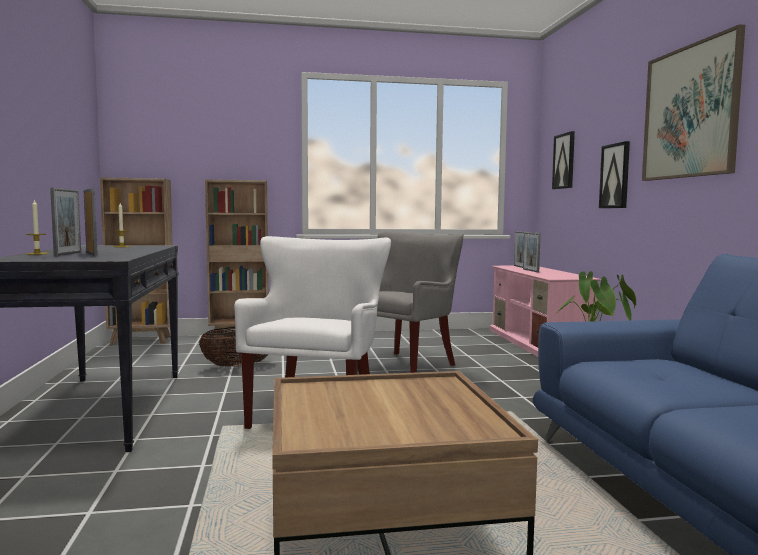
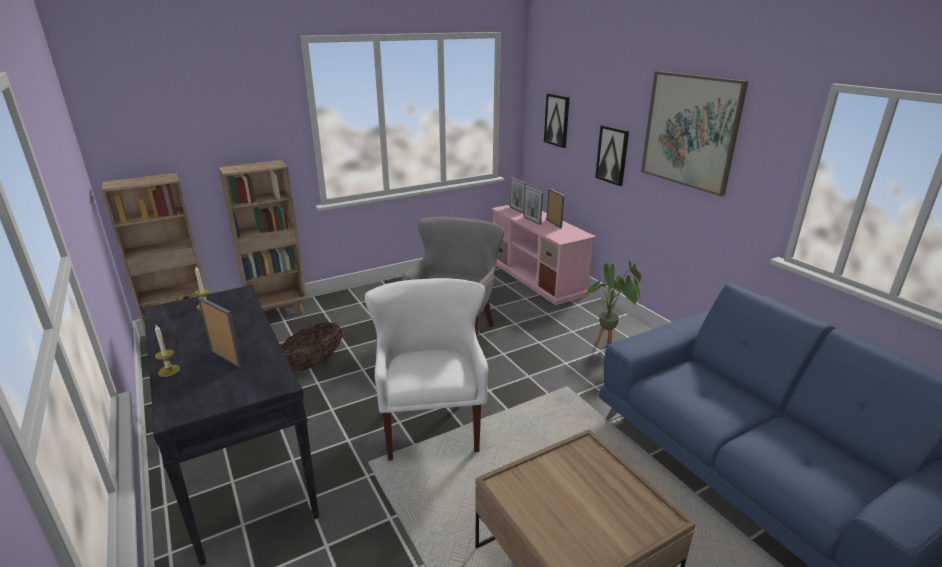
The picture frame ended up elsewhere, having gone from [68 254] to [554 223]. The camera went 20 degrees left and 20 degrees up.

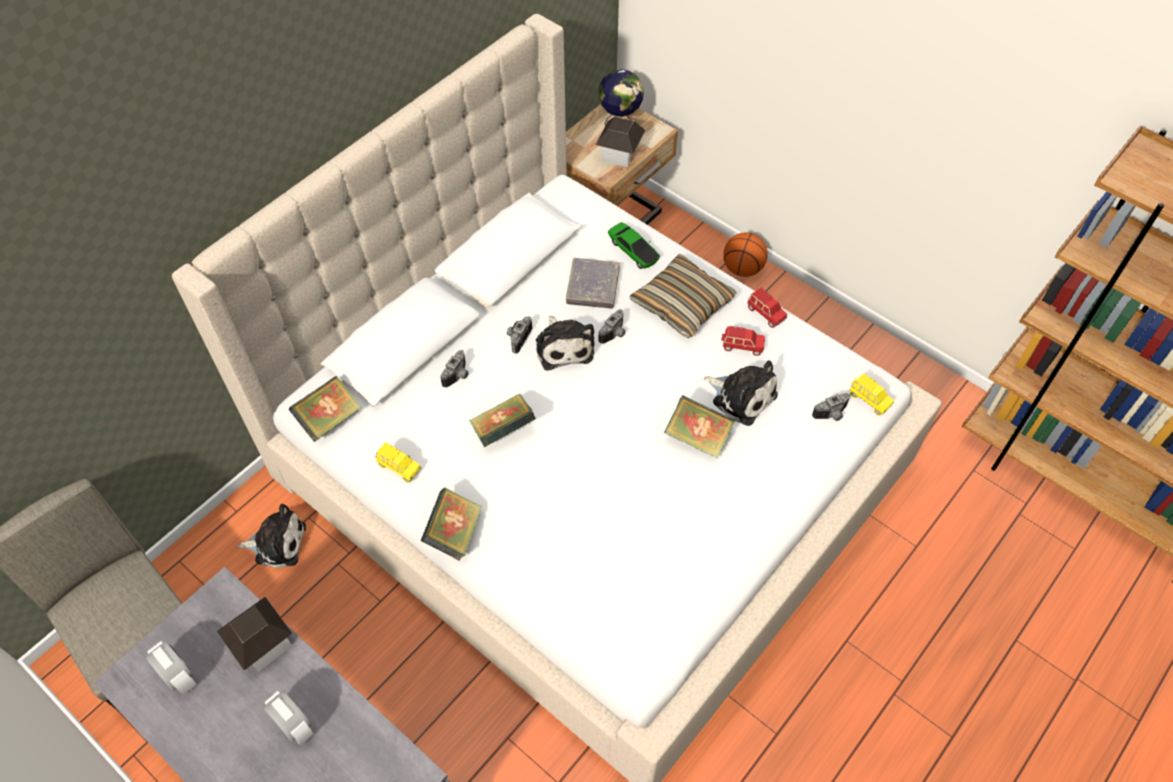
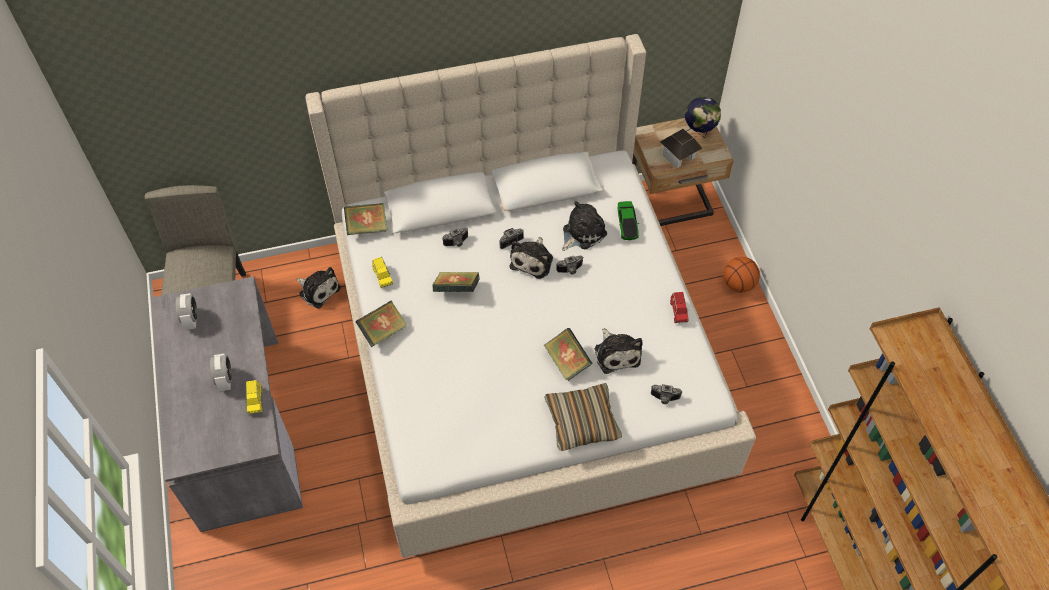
The second view lost the toy house at [262 644]. Where the grey book stood at [592 286], the plush toy came to stand at [582 233]. The pillow ended up elsewhere, having gone from [682 304] to [582 421]. The second view lost the red toy car at [741 346]. The yellow toy car ended up elsewhere, having gone from [869 399] to [255 400]. The camera went 35 degrees right and 0 degrees up.

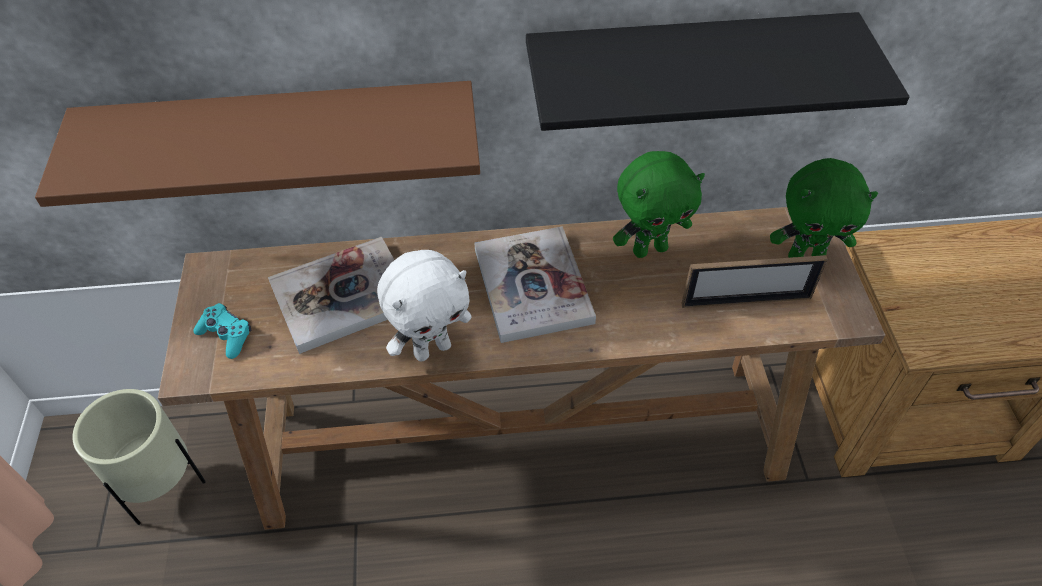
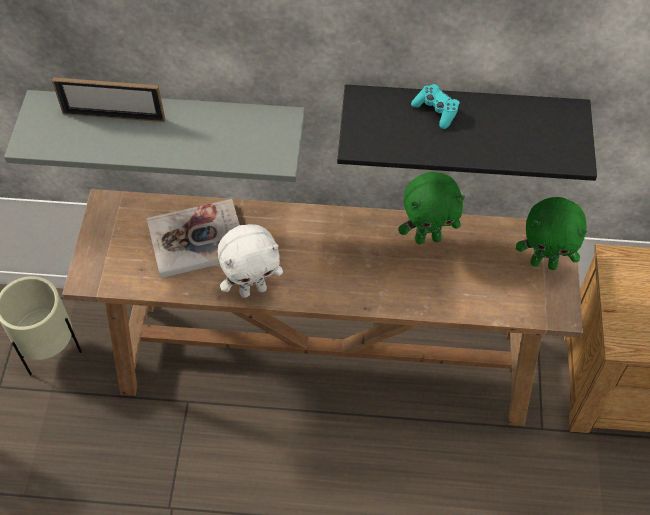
What was the brown shelf at [283 135] turned into the grey shelf at [170 123]. The turquoise game controller ended up elsewhere, having gone from [226 335] to [436 111]. The second view lost the book at [533 286]. The picture frame ended up elsewhere, having gone from [746 301] to [114 116]. The camera went 10 degrees right and 5 degrees up.

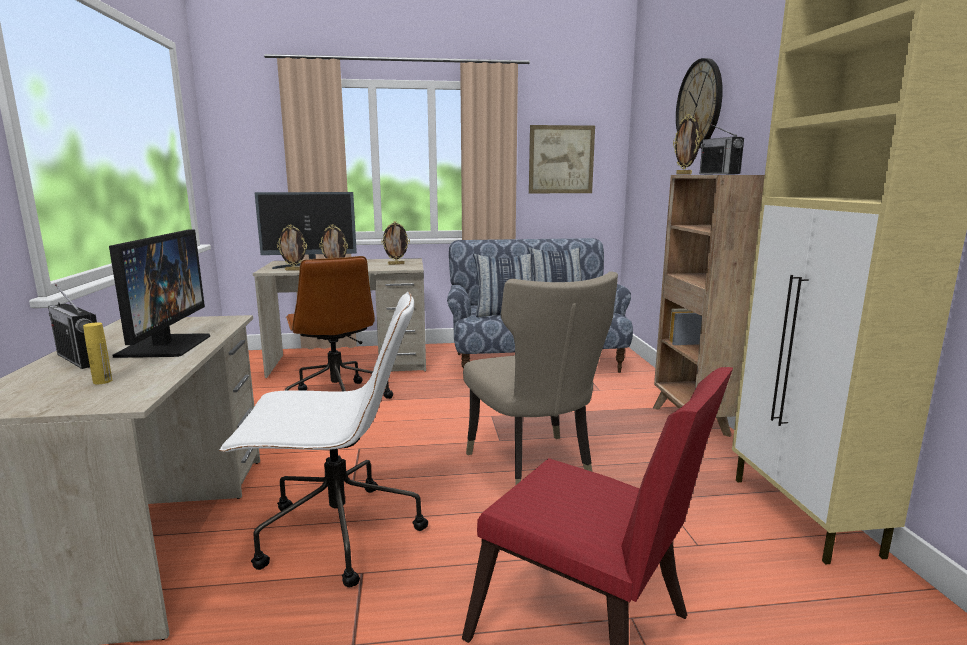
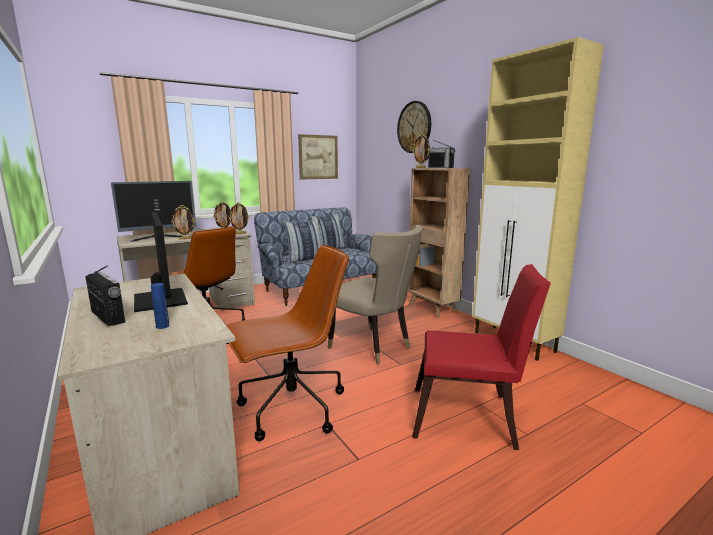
The radio at [80 359] ended up facing another way, 150 degrees counterclockwise from before. What was the yellow bottle at [102 381] turned into the blue bottle at [162 326]. What was the white office chair at [336 534] turned into the brown office chair at [290 409]. The picture frame ended up elsewhere, having gone from [294 270] to [240 233]. The camera went 25 degrees left and 0 degrees up.

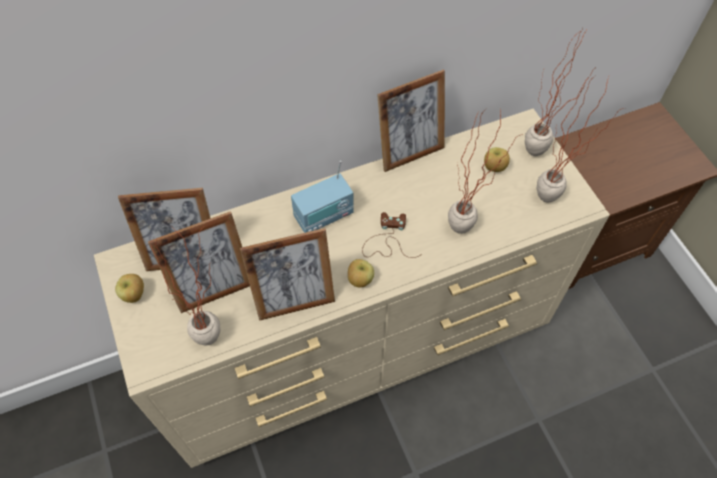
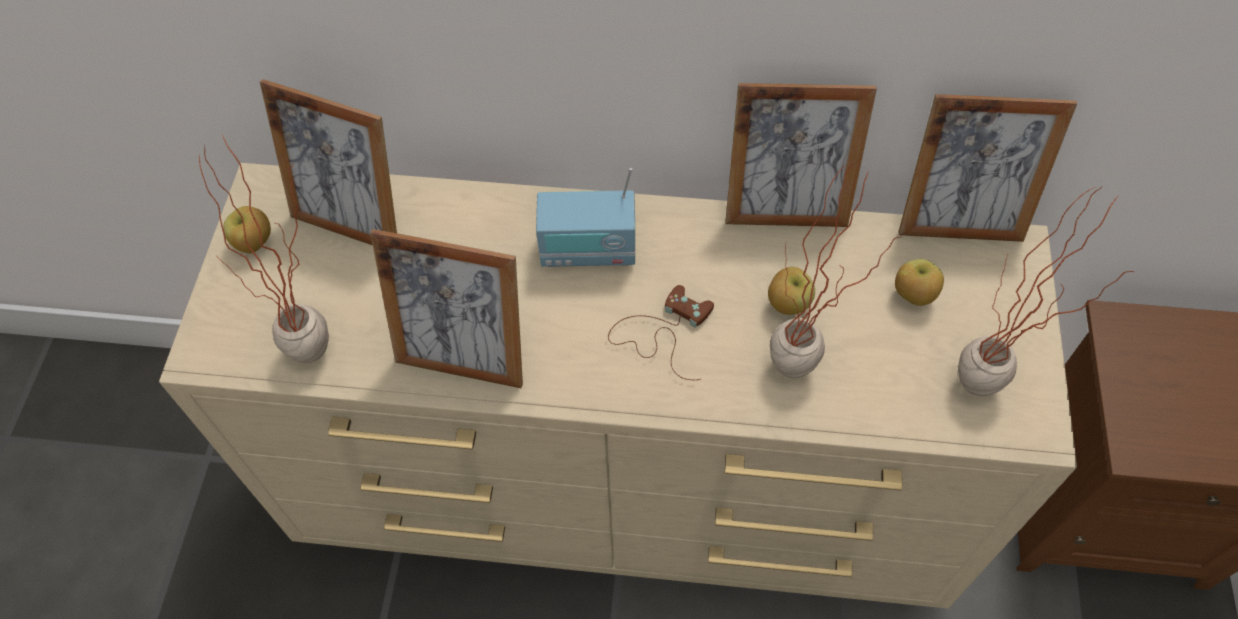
The picture frame ended up elsewhere, having gone from [214 289] to [959 223]. The apple ended up elsewhere, having gone from [360 280] to [787 304]. The second view lost the potted plant at [536 158]. The camera went 30 degrees right and 0 degrees up.

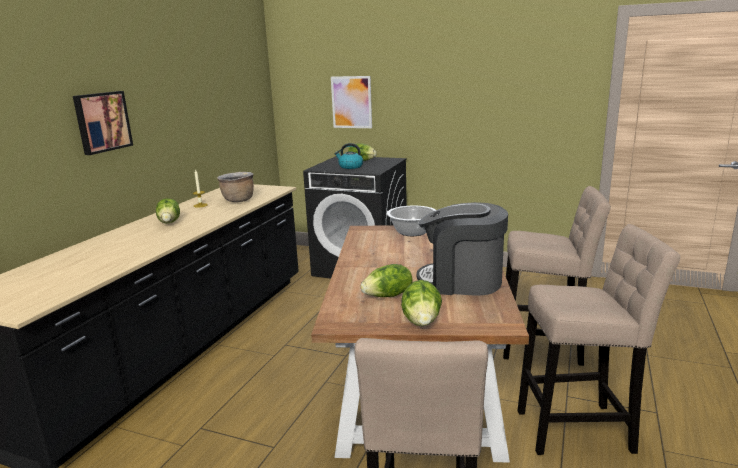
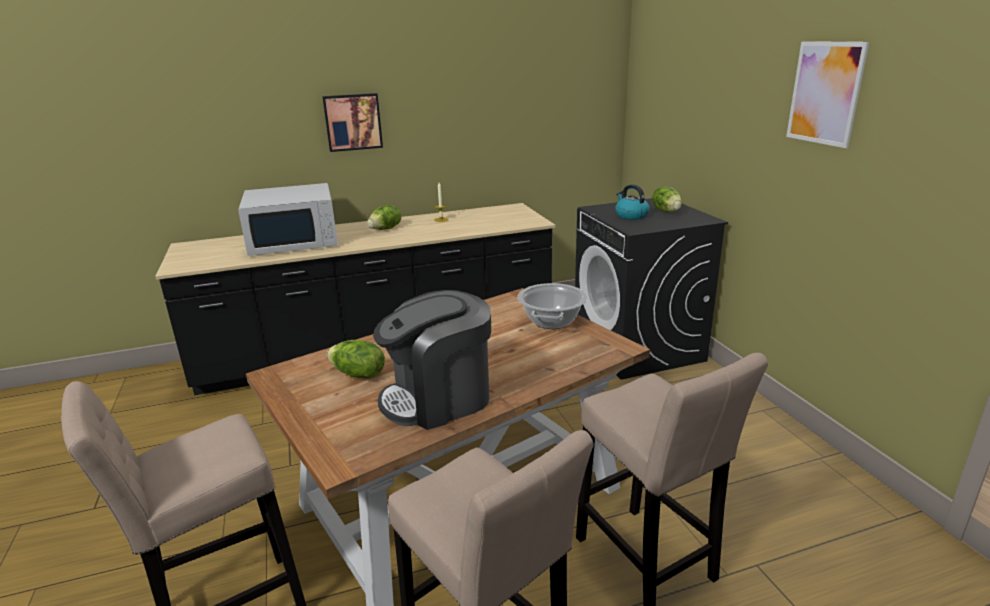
The second view lost the brown cooking pot at [238 200]. The picture ended up elsewhere, having gone from [351 102] to [825 93]. The second view lost the lettuce at [421 322]. The coffee machine at [461 281] ended up facing another way, 90 degrees counterclockwise from before. The second view gained the white microwave at [295 241]. The camera went 50 degrees right and 5 degrees up.

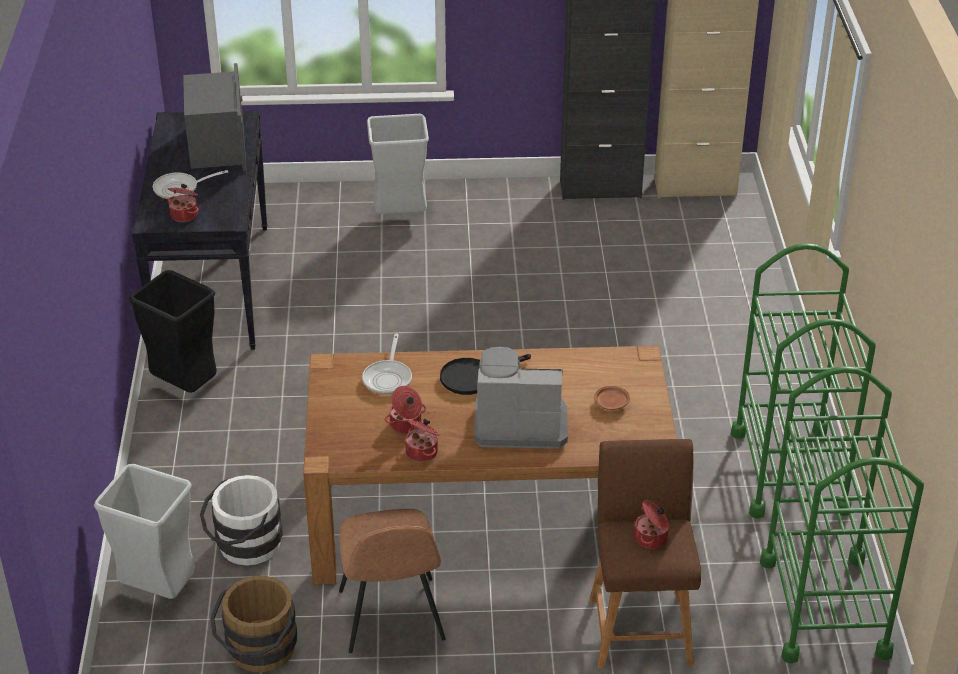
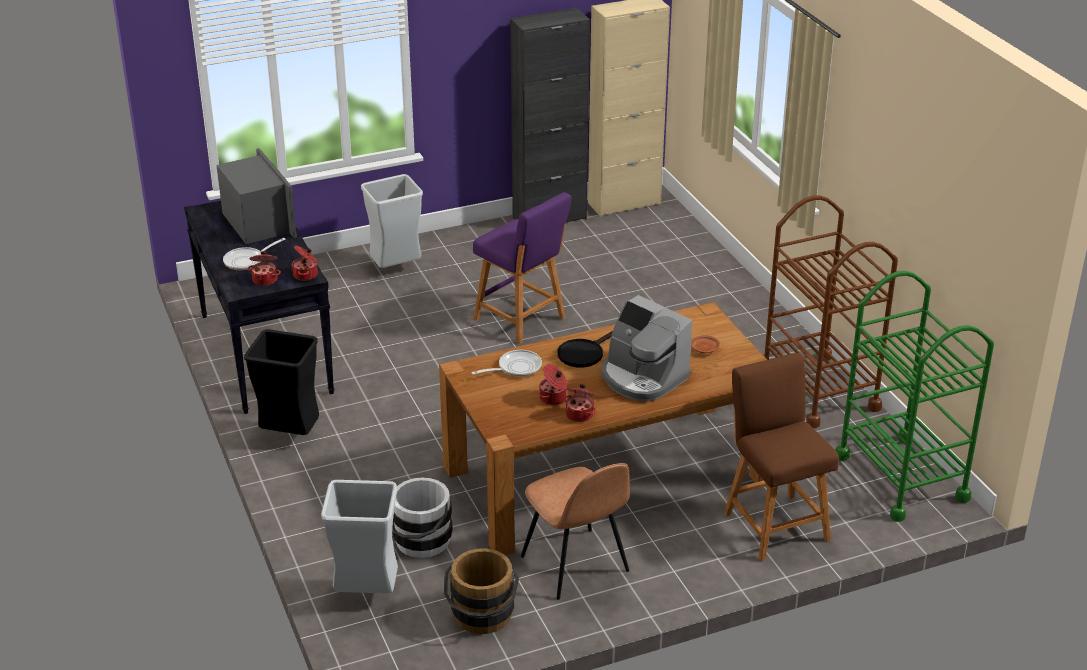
The frying pan at [388 378] ended up facing another way, 105 degrees counterclockwise from before. The coffee machine at [519 422] ended up facing another way, 120 degrees counterclockwise from before. The cooking pot ended up elsewhere, having gone from [651 538] to [306 275]. What was the green cart at [789 471] turned into the brown cart at [819 390]. The second view gained the purple stool at [522 320]. The camera went 20 degrees left and 5 degrees down.

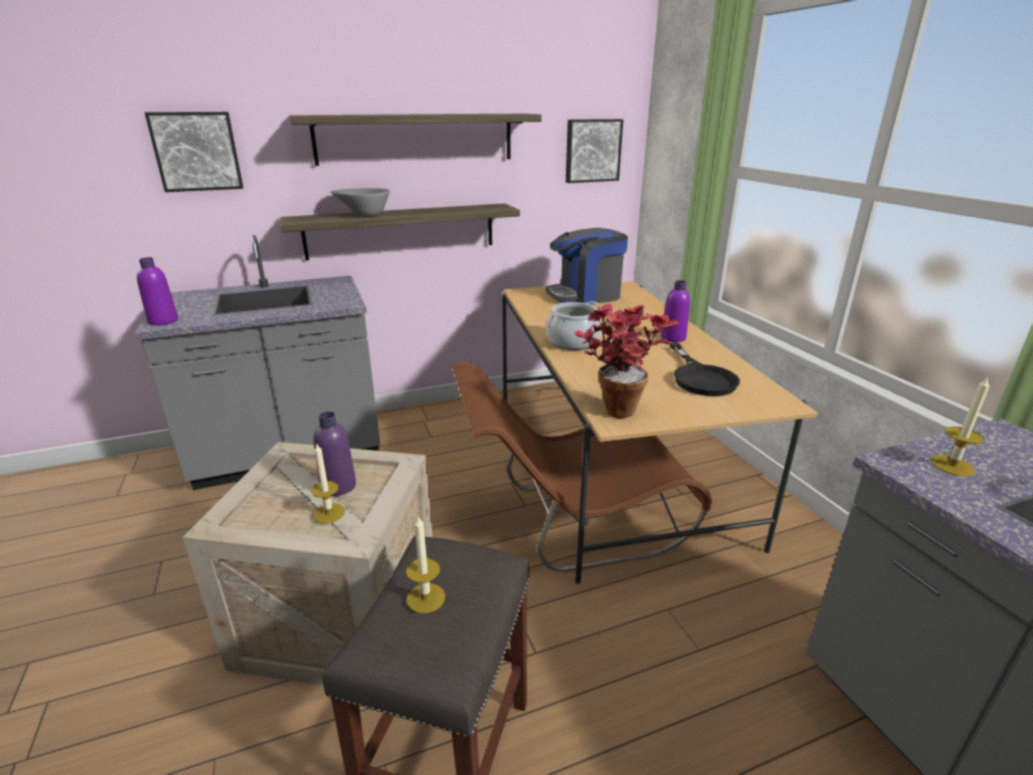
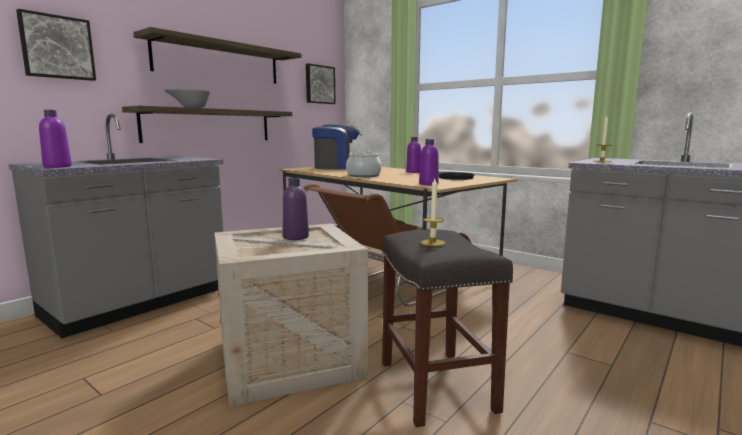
The second view lost the candle at [329 513]. The coffee machine at [586 295] ended up facing another way, 135 degrees counterclockwise from before. Where the potted plant stood at [616 406], the purple bottle came to stand at [428 184]. The camera went 30 degrees left and 15 degrees down.

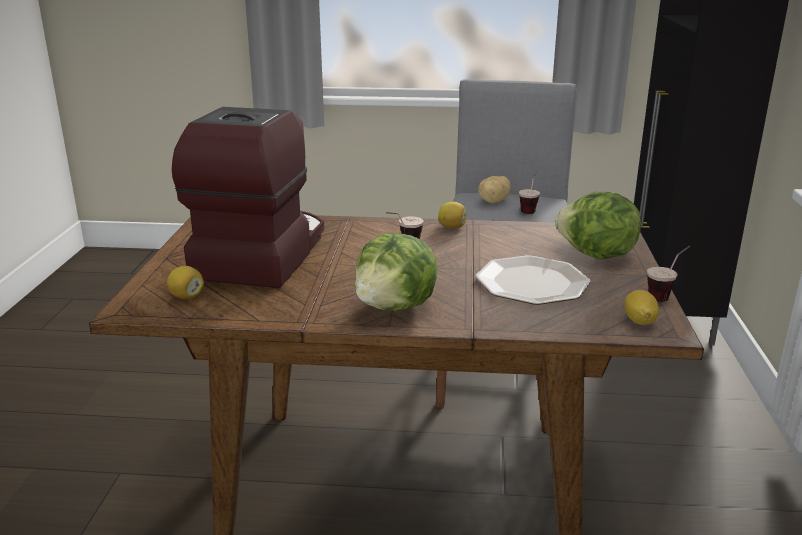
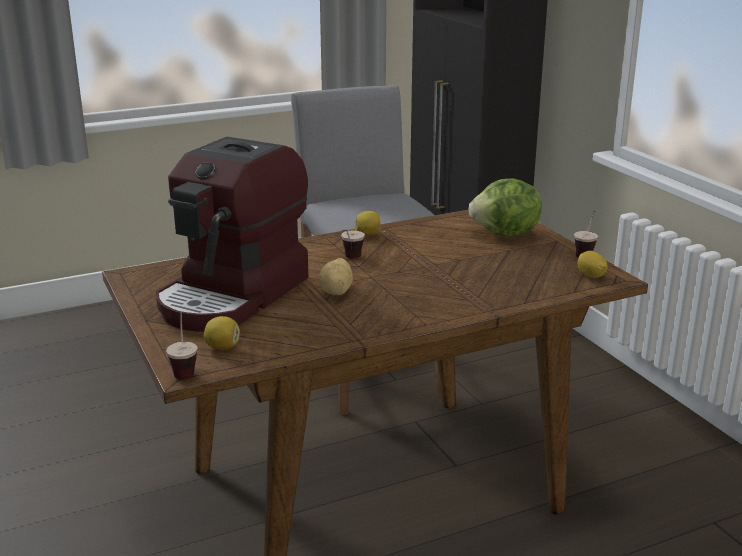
The coffee machine at [260 254] ended up facing another way, 135 degrees counterclockwise from before. The second view lost the lettuce at [396 307]. The second view lost the plate at [532 283]. The potato ended up elsewhere, having gone from [495 201] to [337 291]. The cup ended up elsewhere, having gone from [529 209] to [184 369]. The camera went 30 degrees left and 0 degrees up.

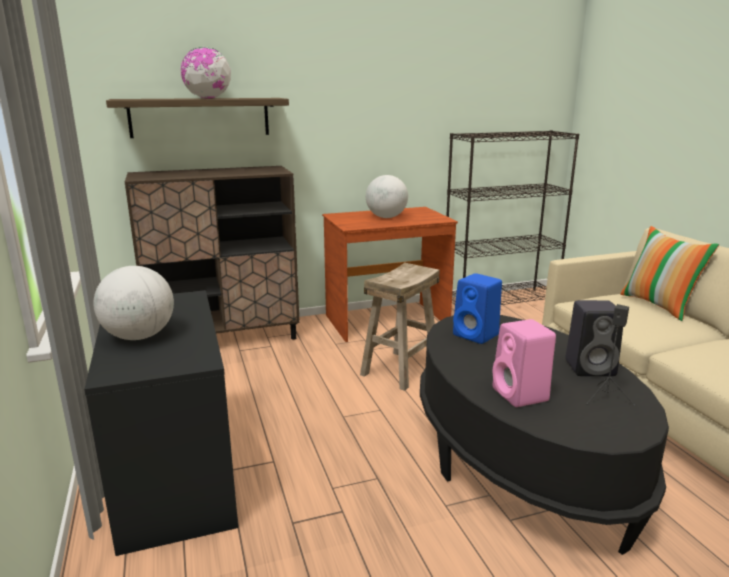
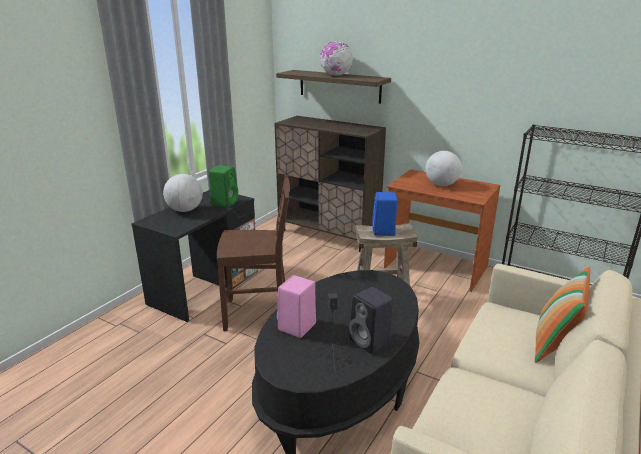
The blue speaker ended up elsewhere, having gone from [477 335] to [384 231]. The second view gained the green speaker at [225 202]. The second view gained the brown chair at [259 314]. The camera went 50 degrees right and 5 degrees up.

